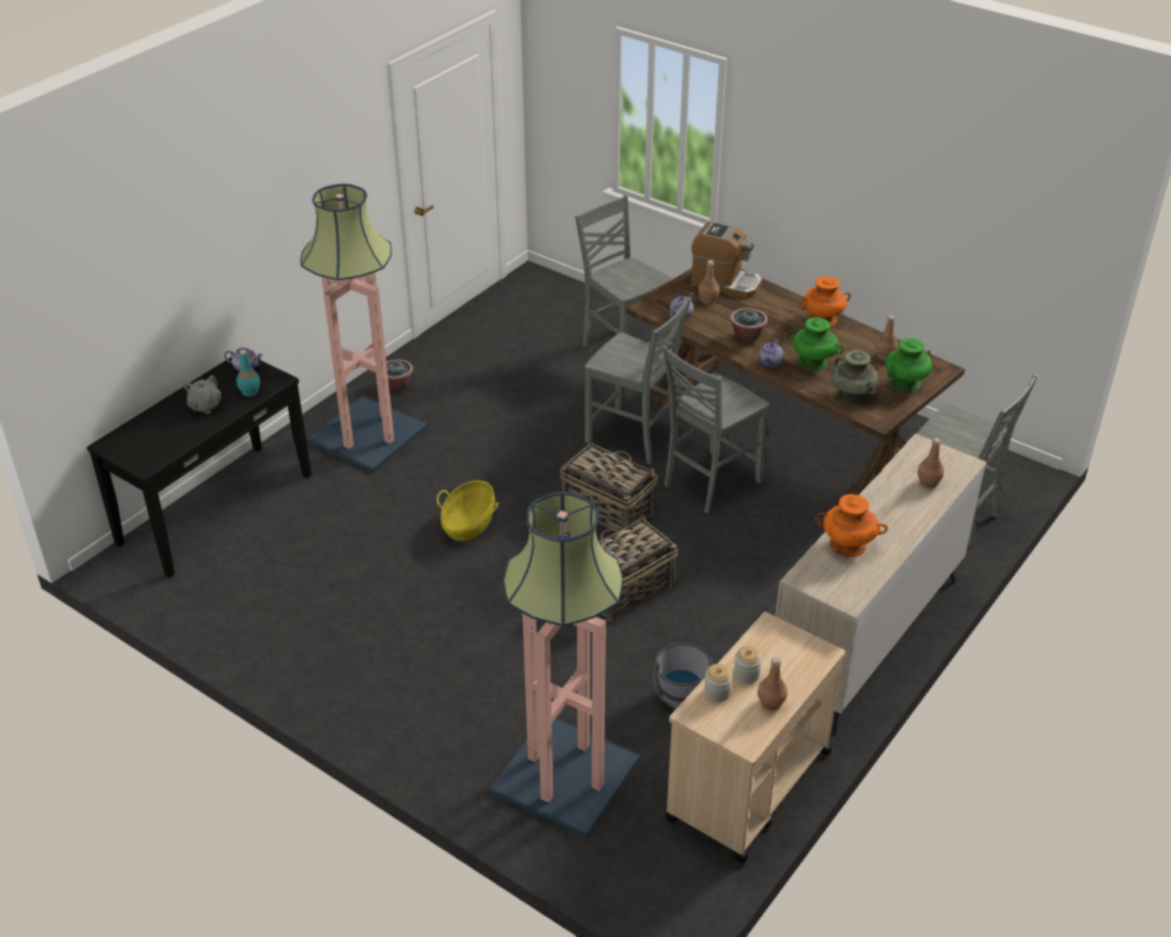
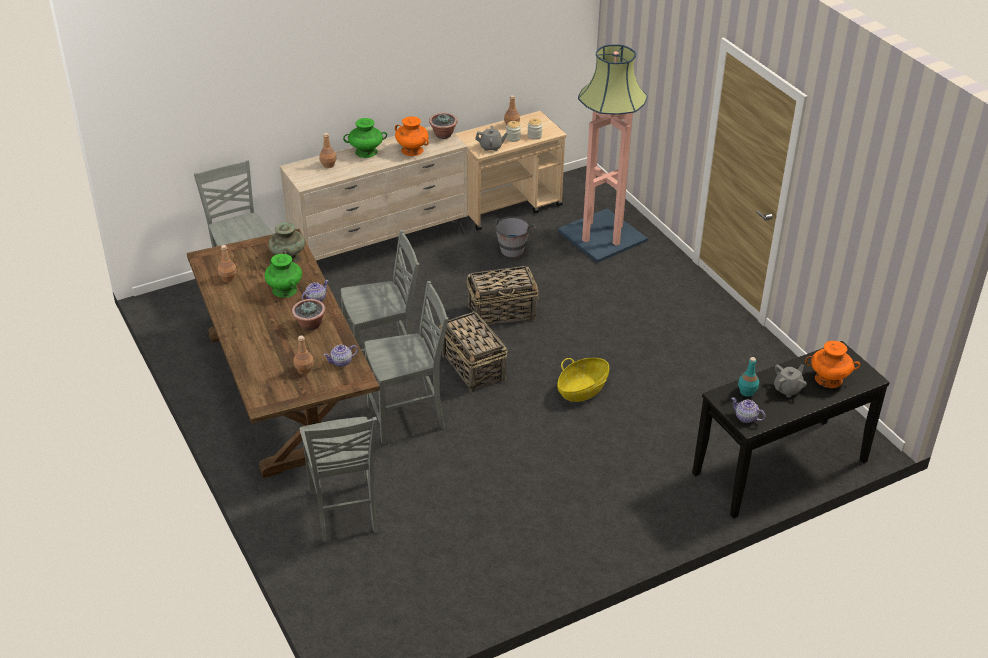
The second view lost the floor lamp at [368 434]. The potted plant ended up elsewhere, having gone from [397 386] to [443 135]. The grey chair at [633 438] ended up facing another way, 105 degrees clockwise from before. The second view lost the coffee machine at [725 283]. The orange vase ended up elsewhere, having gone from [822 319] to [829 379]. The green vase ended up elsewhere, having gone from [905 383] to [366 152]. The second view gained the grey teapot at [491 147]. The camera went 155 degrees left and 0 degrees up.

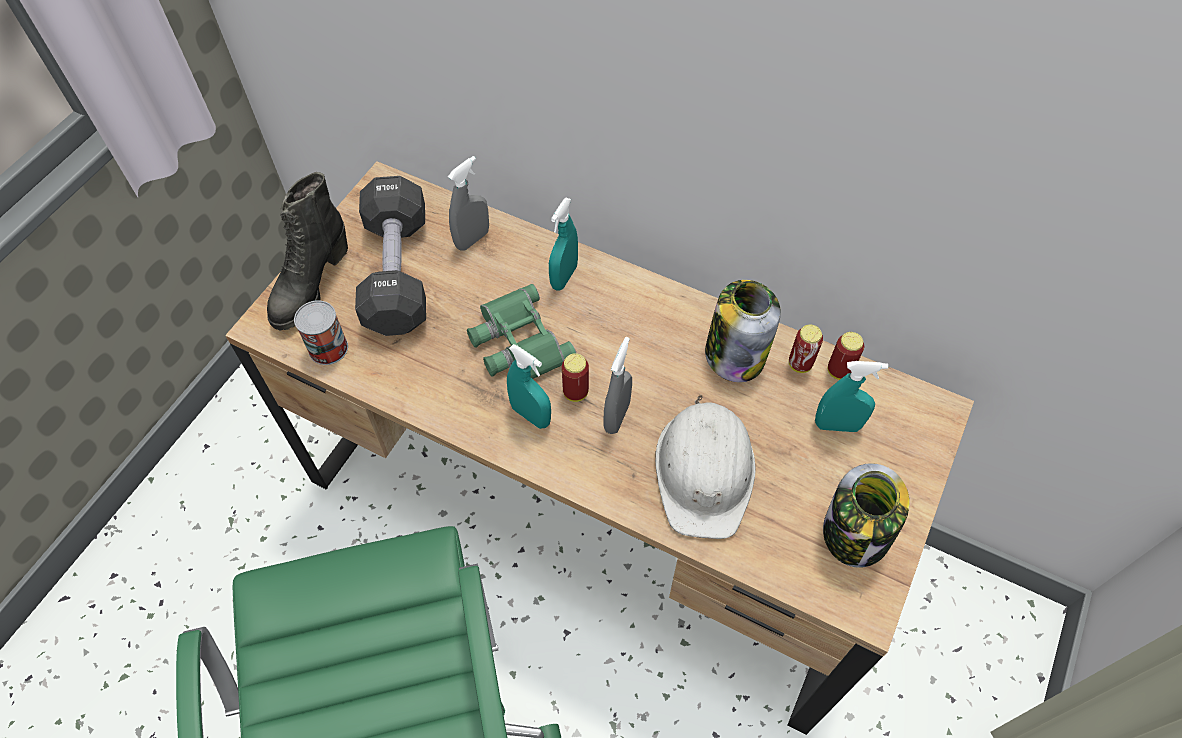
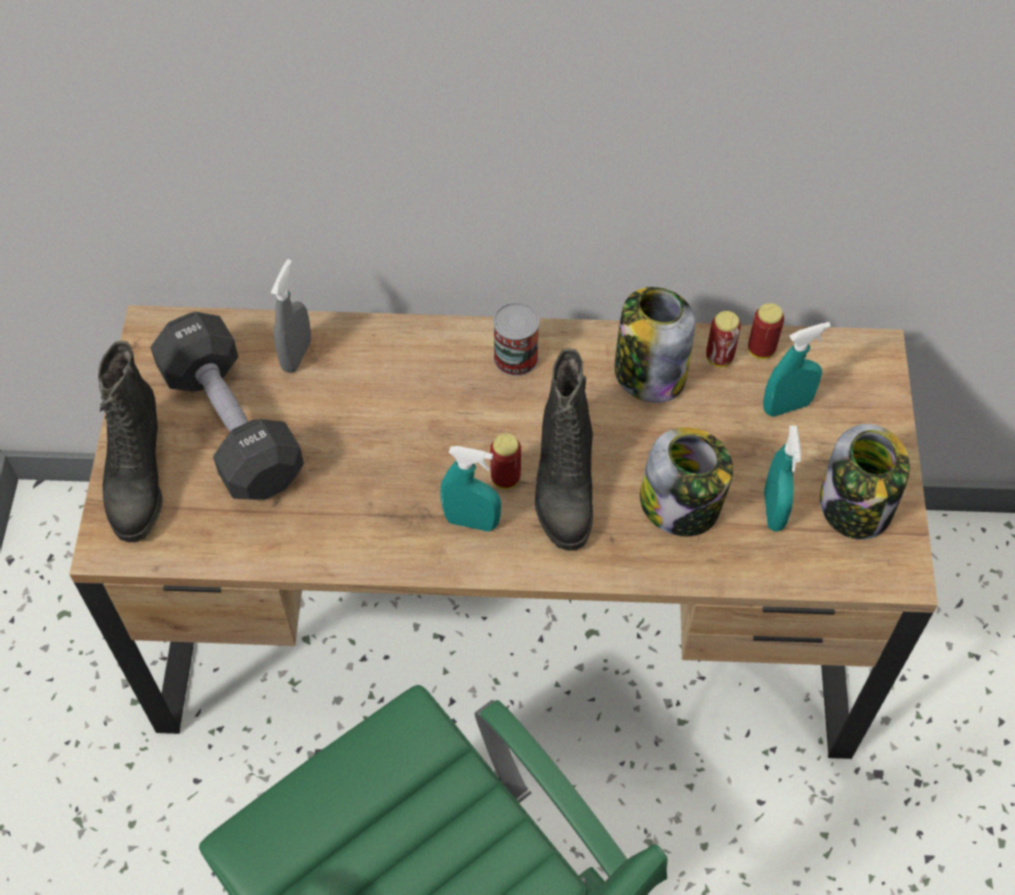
The can ended up elsewhere, having gone from [328 348] to [516 358]. The second view lost the green binoculars at [516 342]. The turquoise spray bottle ended up elsewhere, having gone from [564 277] to [773 510]. Where the grey spray bottle stood at [617 416], the black boot came to stand at [562 486]. Where the white hard hat stood at [705 471], the jar came to stand at [681 505]. The camera went 25 degrees left and 0 degrees up.

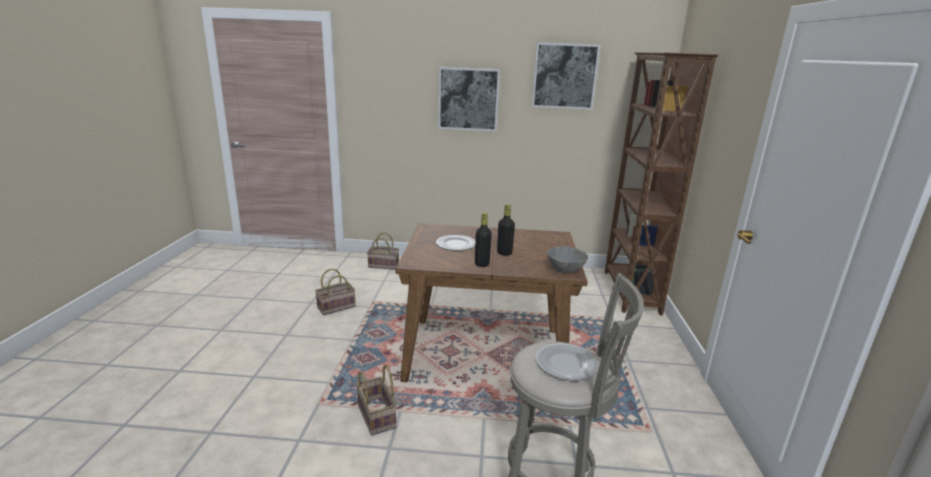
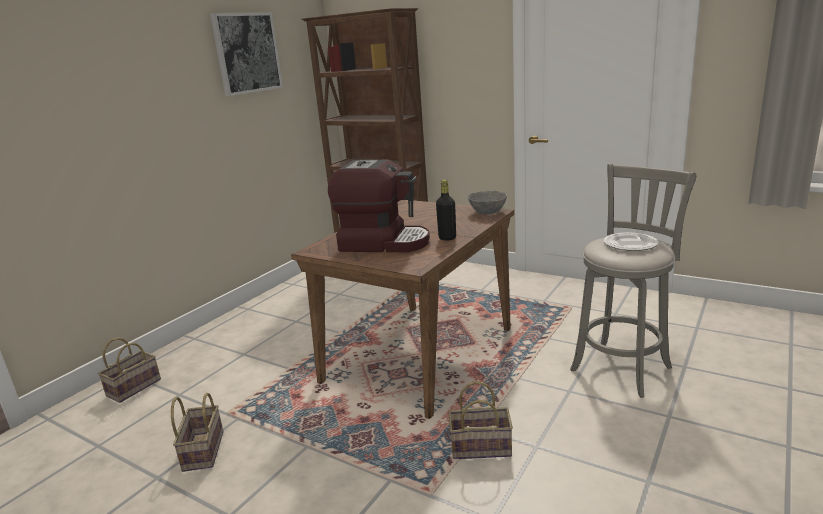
Where the plate stood at [456 244], the coffee machine came to stand at [384 242]. The second view lost the picture at [468 99]. The second view lost the black bottle at [504 253]. The camera went 60 degrees left and 0 degrees up.

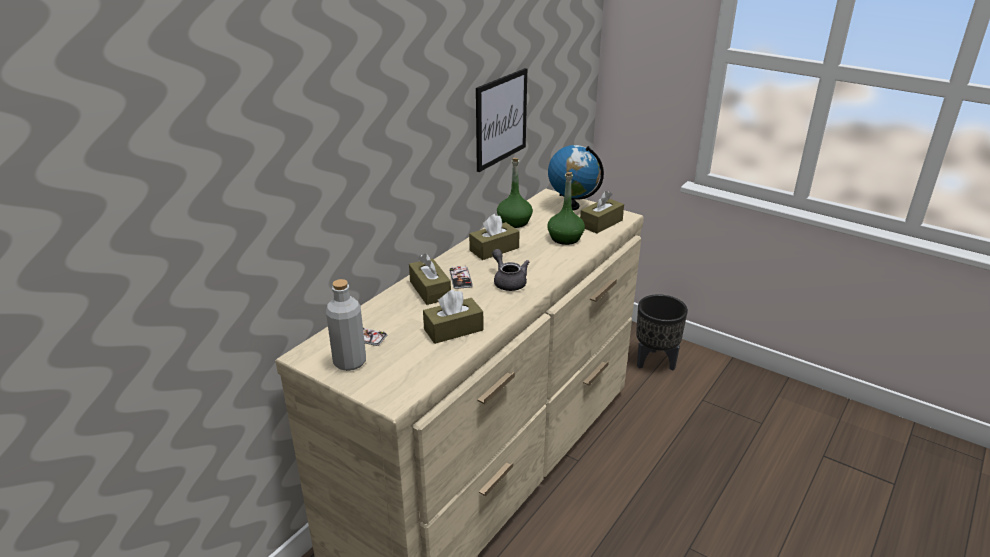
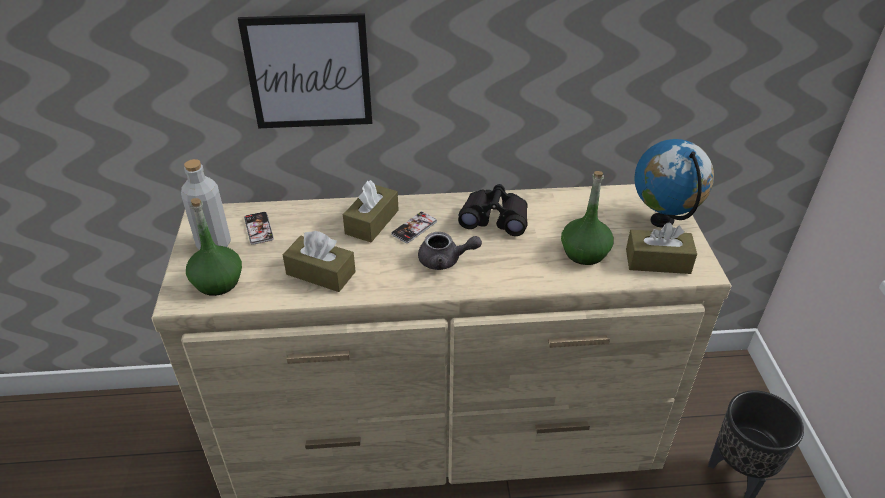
Where the brown tissue box stood at [494 249], the black binoculars came to stand at [495 218]. The picture ended up elsewhere, having gone from [501 119] to [309 72]. The grey teapot at [508 281] ended up facing another way, 75 degrees clockwise from before. The green bottle ended up elsewhere, having gone from [514 222] to [218 282]. The camera went 50 degrees right and 10 degrees up.

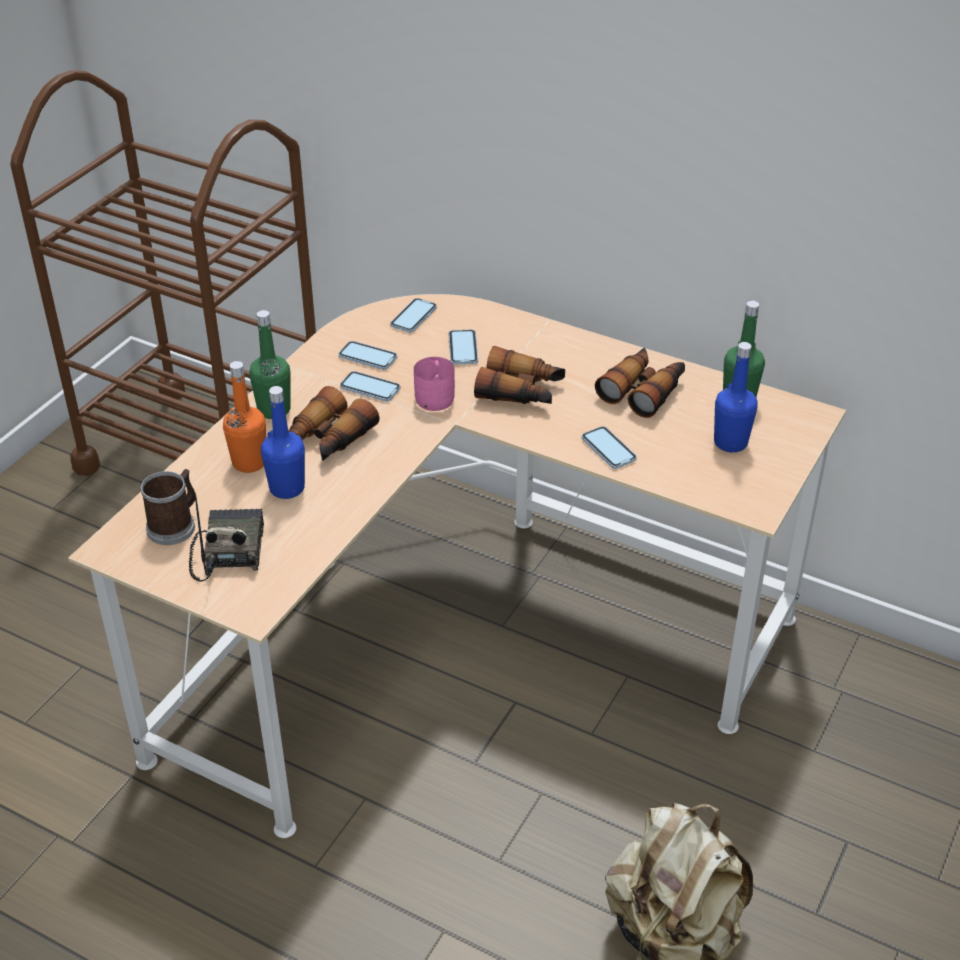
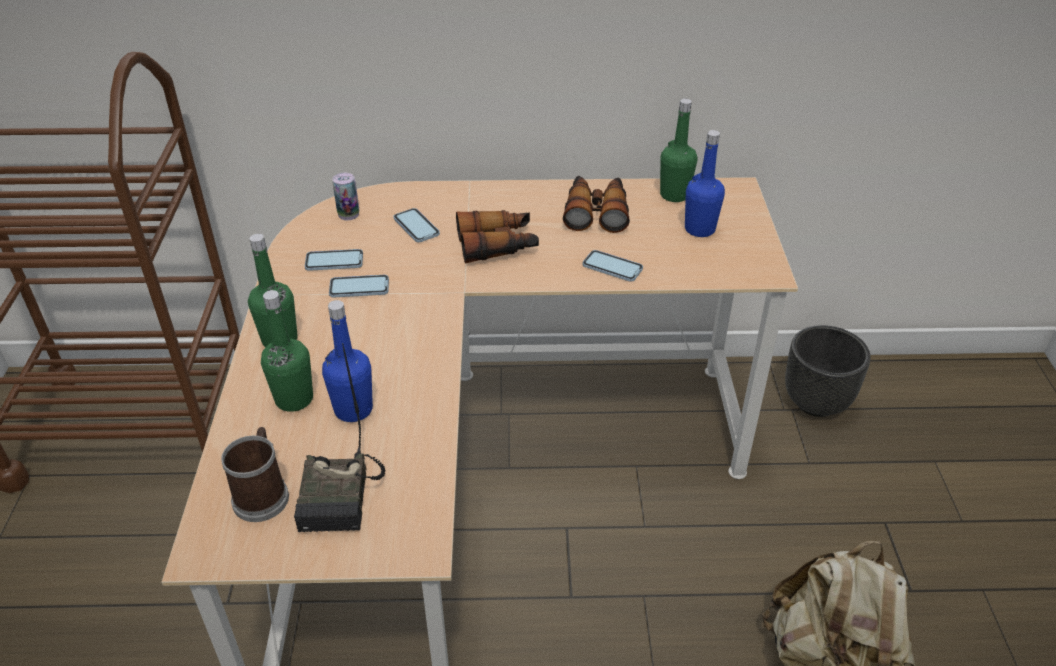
The radio at [228 551] ended up facing another way, 150 degrees counterclockwise from before. What was the orange bottle at [249 462] turned into the green bottle at [294 399]. The second view lost the binoculars at [327 439]. Where the phone stood at [413 317], the can came to stand at [348 214]. The second view lost the pink mug at [436 396]. The second view gained the black planter at [817 402]. The camera went 30 degrees left and 0 degrees up.

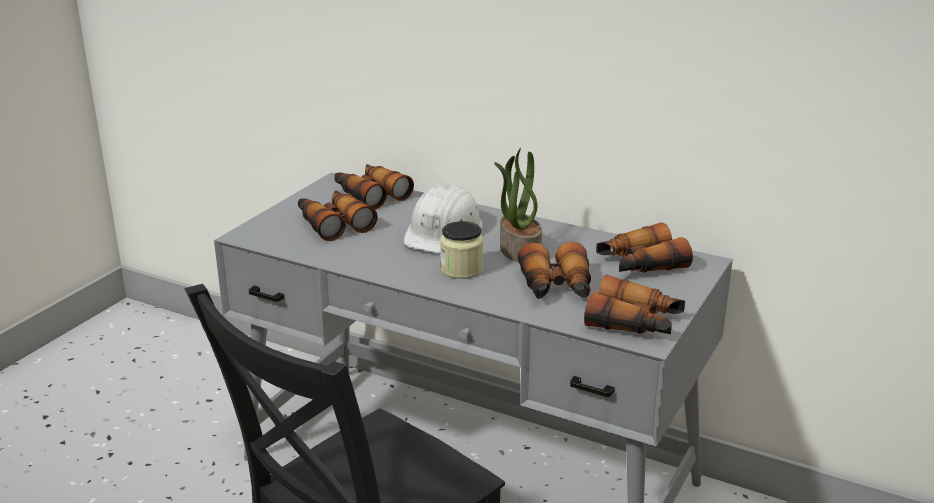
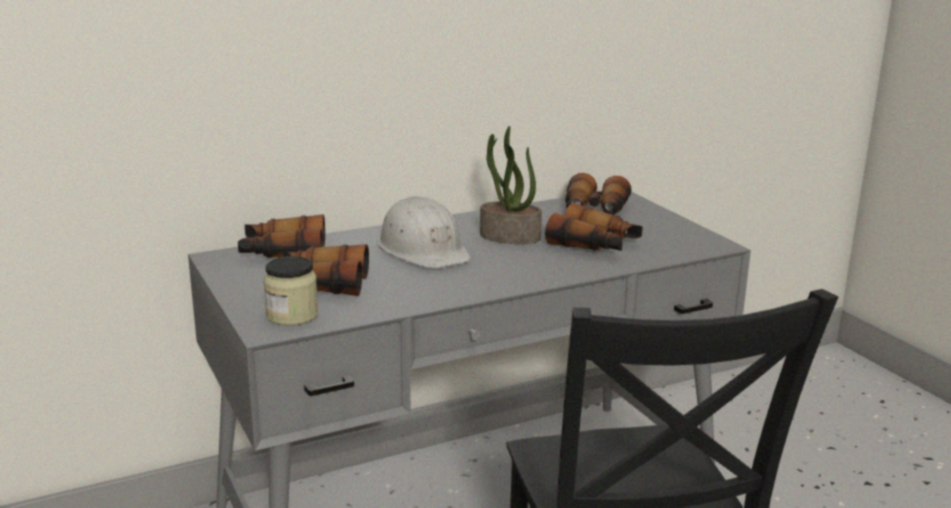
The jar ended up elsewhere, having gone from [461 269] to [292 315]. The second view lost the binoculars at [635 323]. The camera went 55 degrees left and 5 degrees down.

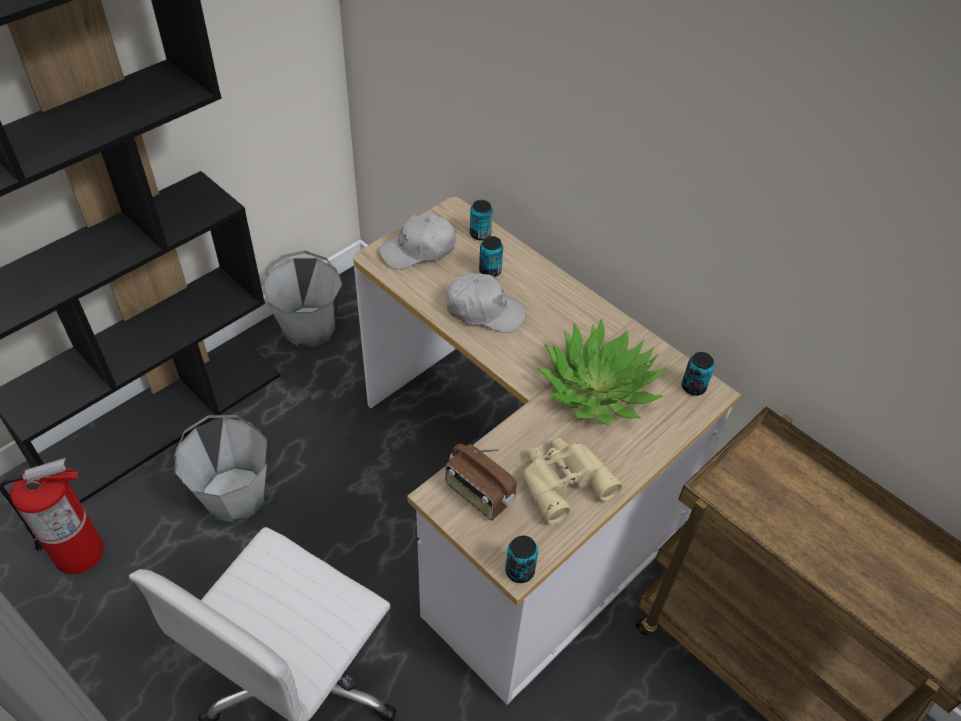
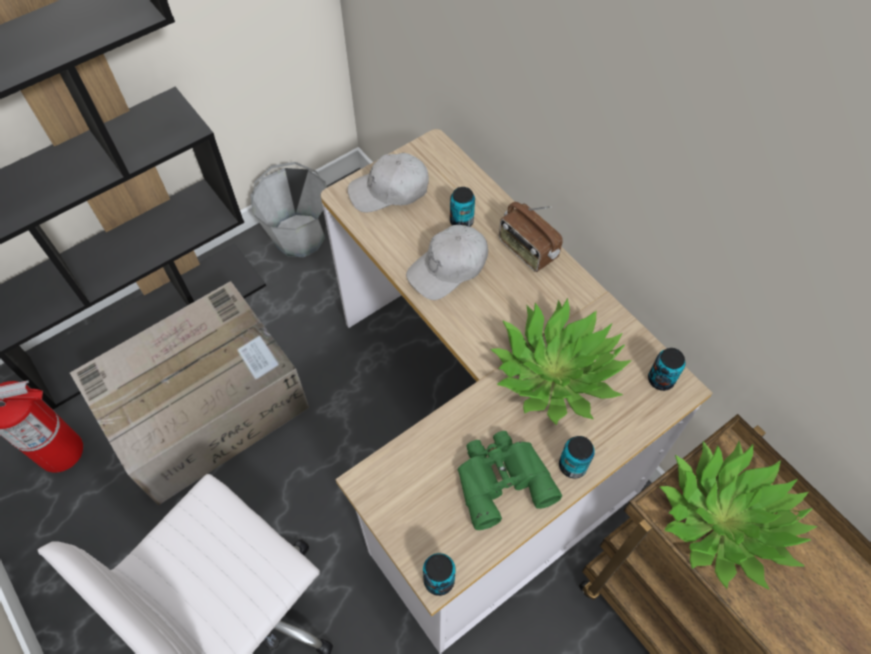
Where the grey bucket stood at [234 495], the cardboard box came to stand at [208 407]. The radio ended up elsewhere, having gone from [478 495] to [527 250]. The white cap at [484 310] ended up facing another way, 120 degrees clockwise from before. The can ended up elsewhere, having gone from [480 234] to [572 465]. What was the beige binoculars at [562 481] turned into the green binoculars at [501 478]. The second view gained the potted plant at [725 520]. The camera went 10 degrees right and 10 degrees up.

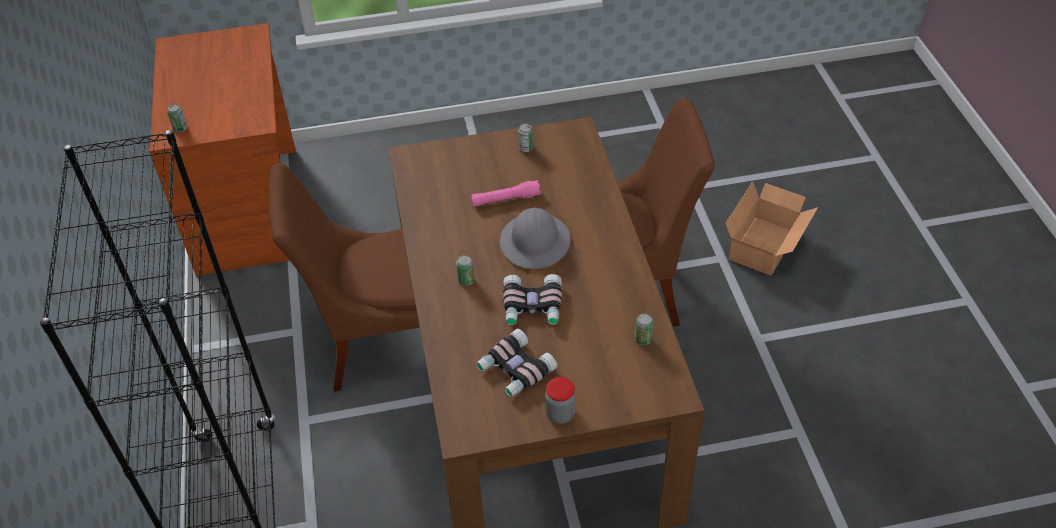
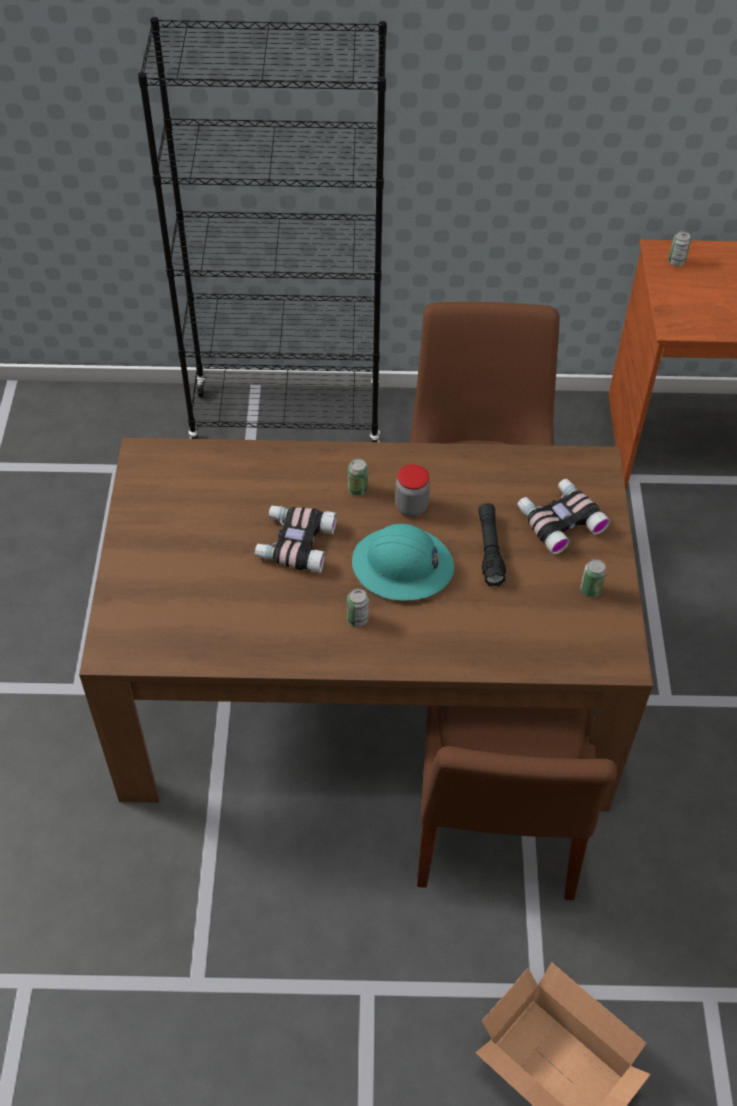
What was the pink flashlight at [506 199] turned into the black flashlight at [489 550]. The binoculars ended up elsewhere, having gone from [514 370] to [559 520]. What was the grey hard hat at [535 242] turned into the turquoise hard hat at [402 566]. The jar ended up elsewhere, having gone from [560 413] to [411 507]. The can ended up elsewhere, having gone from [643 339] to [357 619]. The camera went 100 degrees right and 5 degrees up.

